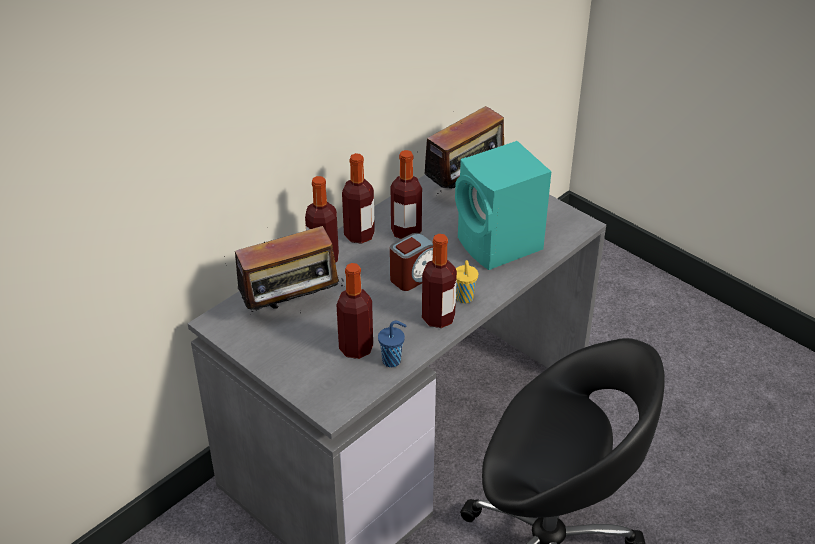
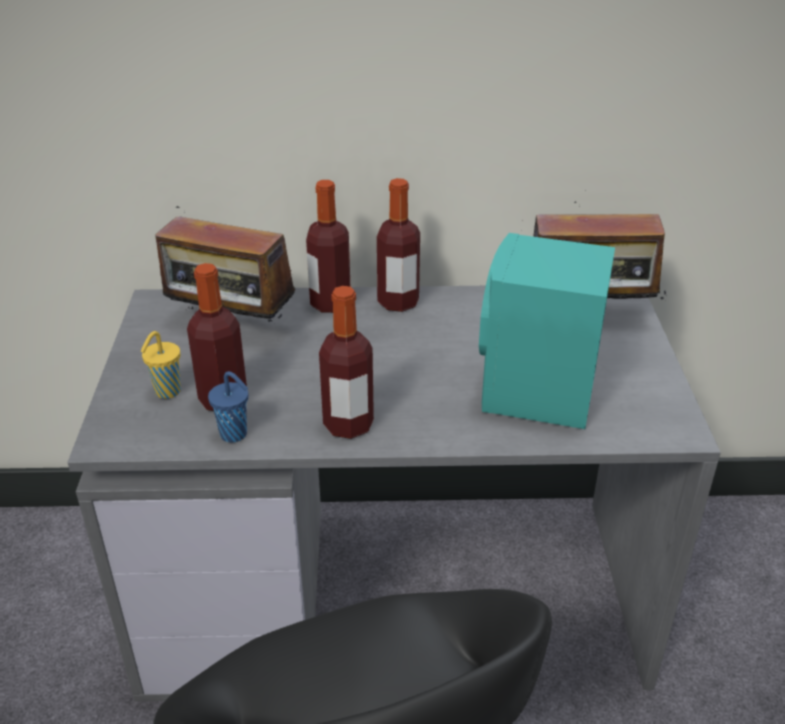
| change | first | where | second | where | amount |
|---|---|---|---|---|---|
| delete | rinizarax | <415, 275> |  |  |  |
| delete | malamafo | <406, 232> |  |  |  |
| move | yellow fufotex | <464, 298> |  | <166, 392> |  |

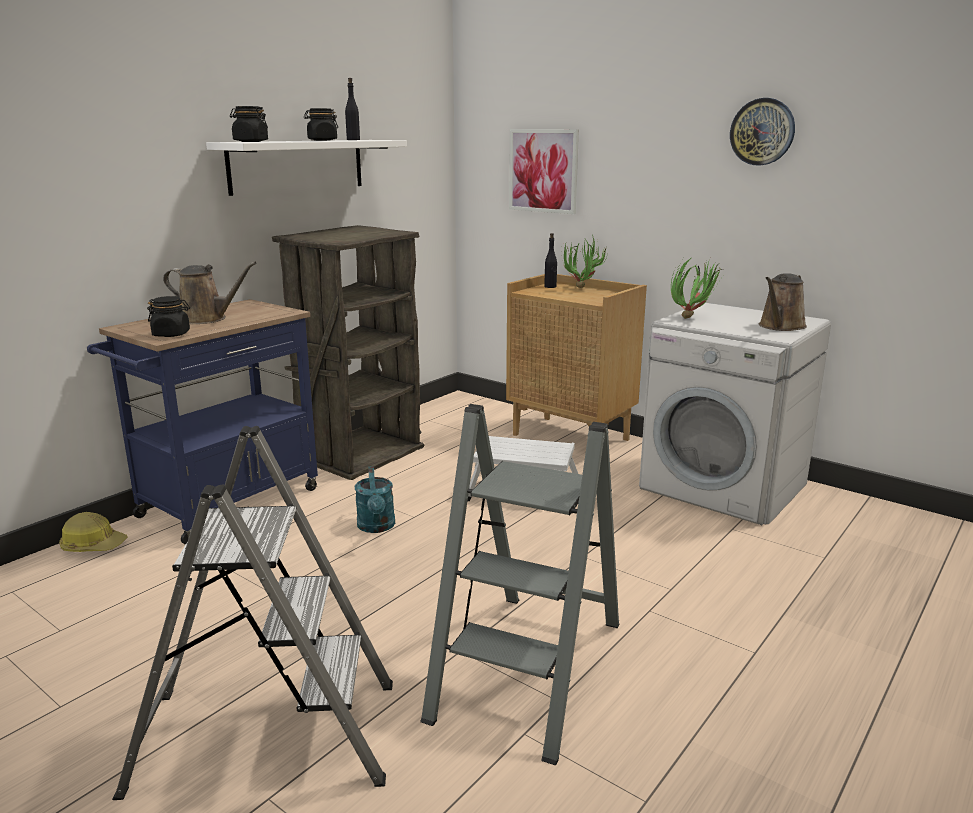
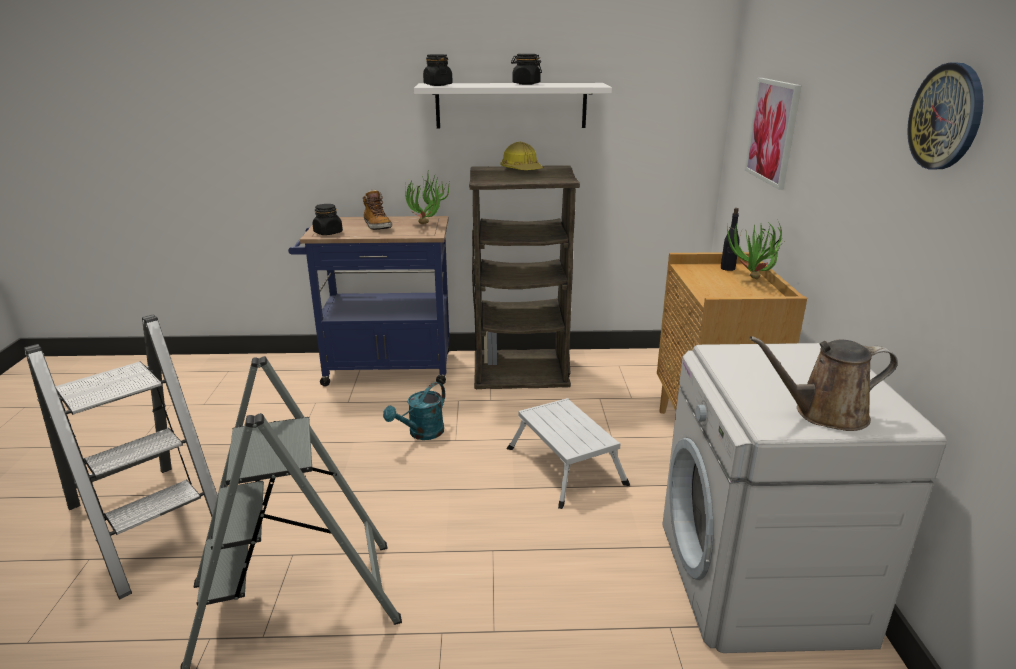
| change | first | where | second | where | amount |
|---|---|---|---|---|---|
| move | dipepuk | <93, 545> |  | <521, 170> |  |
| replace | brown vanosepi | <206, 319> | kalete | <377, 226> |  |
| delete | black malamafo | <353, 140> |  |  |  |
| move | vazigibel | <693, 318> |  | <428, 225> |  |

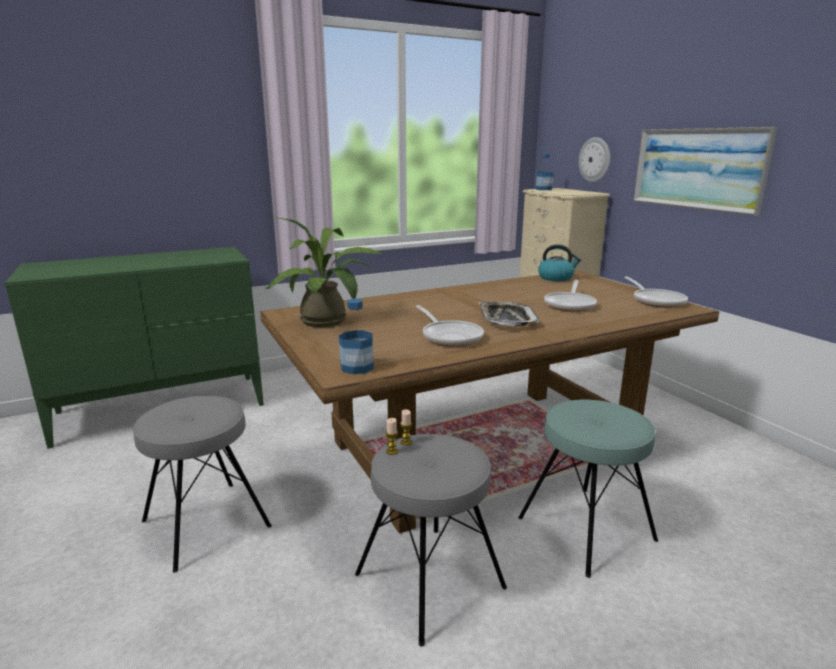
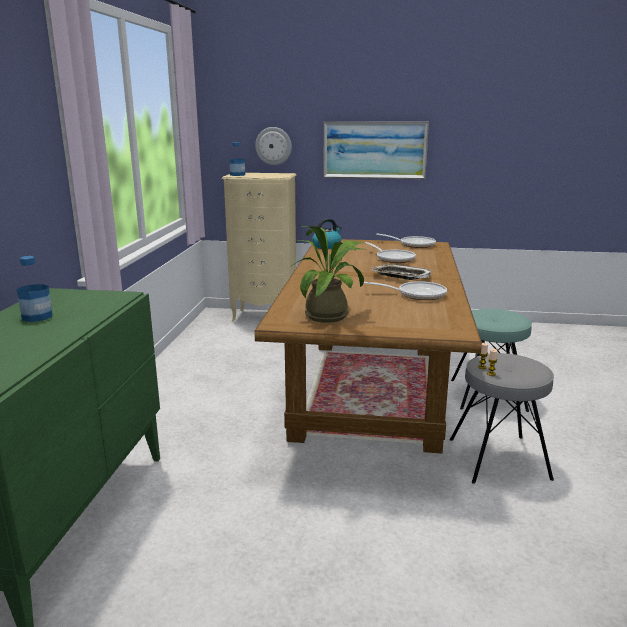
| change | first | where | second | where | amount |
|---|---|---|---|---|---|
| delete | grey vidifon | <206, 523> |  |  |  |
| move | malamafo | <357, 367> |  | <37, 316> |  |

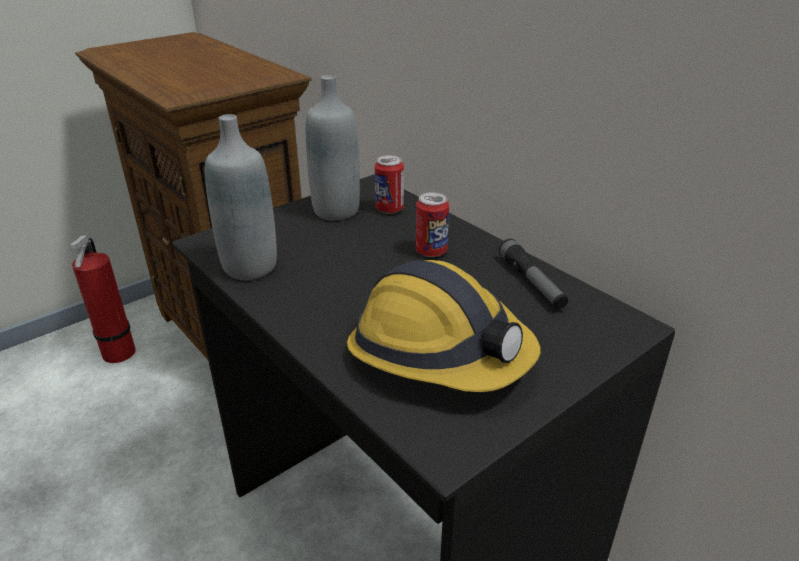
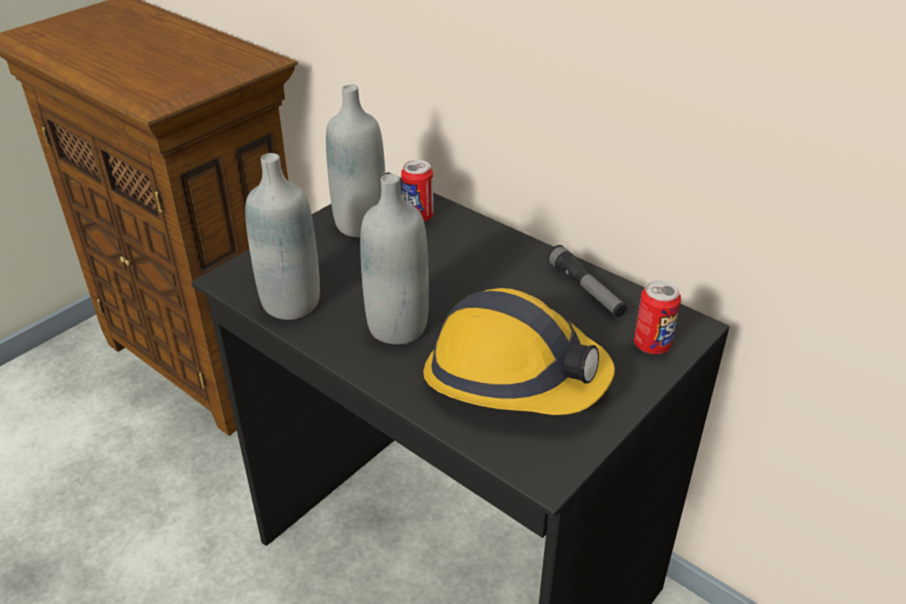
| change | first | where | second | where | amount |
|---|---|---|---|---|---|
| delete | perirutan | <118, 355> |  |  |  |
| move | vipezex | <431, 251> |  | <652, 345> |  |
| insert |  |  | grey malamafo | <397, 327> |  |

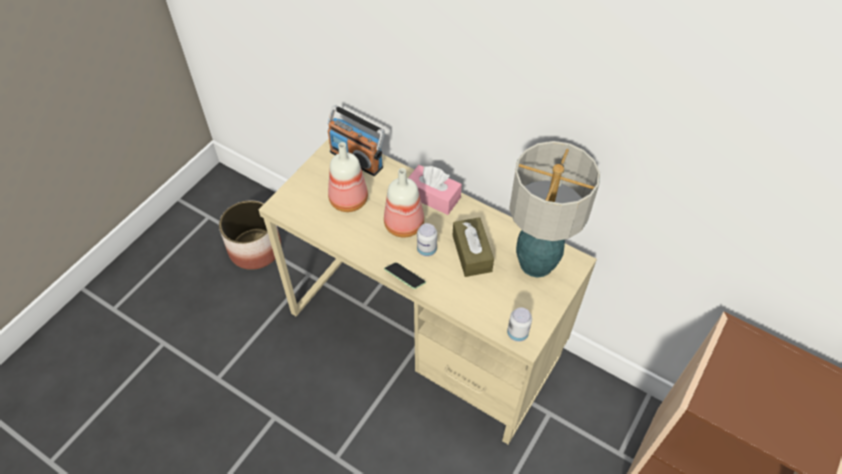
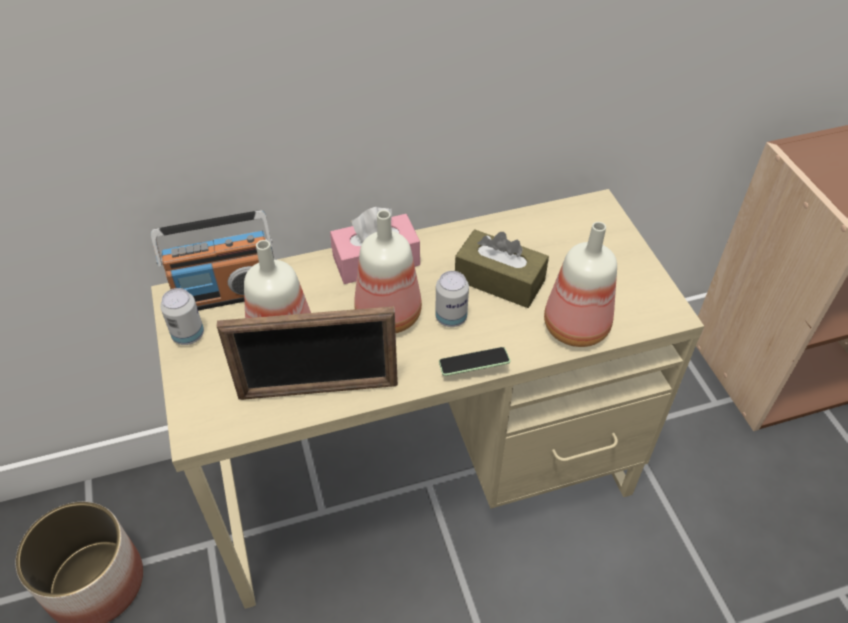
| change | first | where | second | where | amount |
|---|---|---|---|---|---|
| move | vipezex | <517, 333> |  | <188, 335> |  |
| delete | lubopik | <535, 262> |  |  |  |
| insert |  |  | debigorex | <318, 390> |  |
| insert |  |  | malamafo | <575, 328> |  |

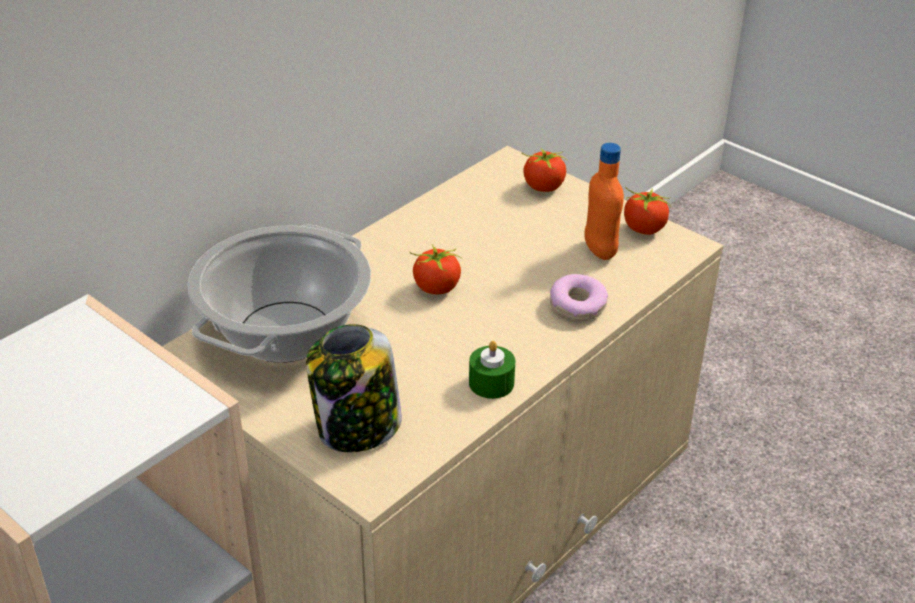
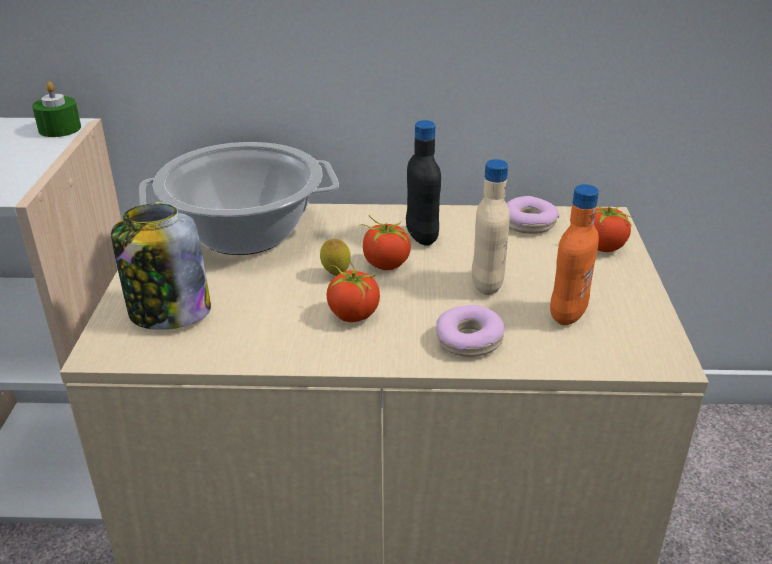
| change | first | where | second | where | amount |
|---|---|---|---|---|---|
| move | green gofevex | <491, 383> |  | <60, 129> |  |
| move | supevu | <643, 229> |  | <353, 315> |  |
| insert |  |  | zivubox | <336, 275> |  |
| insert |  |  | black malamafo | <422, 237> |  |
| insert |  |  | beige malamafo | <487, 284> |  |
| insert |  |  | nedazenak | <529, 223> |  |

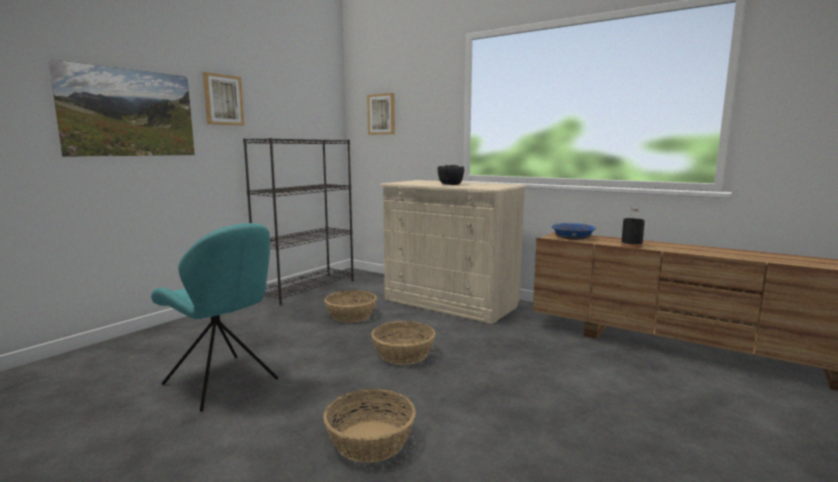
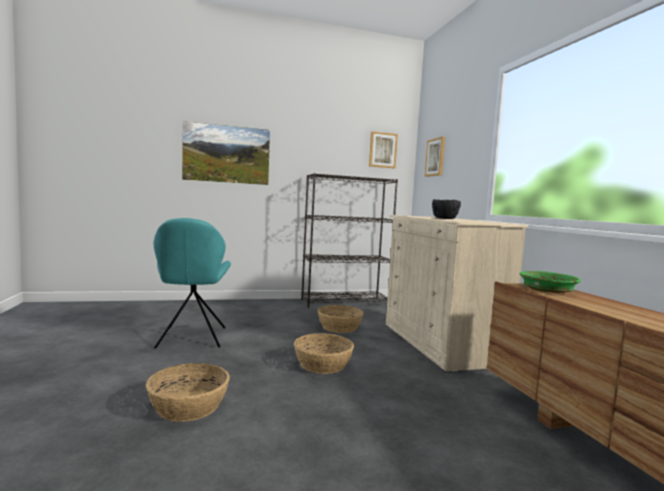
| change | first | where | second | where | amount |
|---|---|---|---|---|---|
| move | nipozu | <223, 100> |  | <382, 150> |  |
| recolor | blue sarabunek | <572, 238> | green sarabunek | <547, 290> |  |
| delete | black malamafo | <631, 246> |  |  |  |

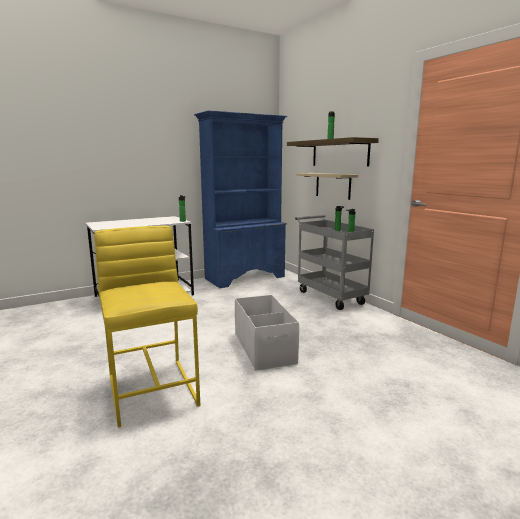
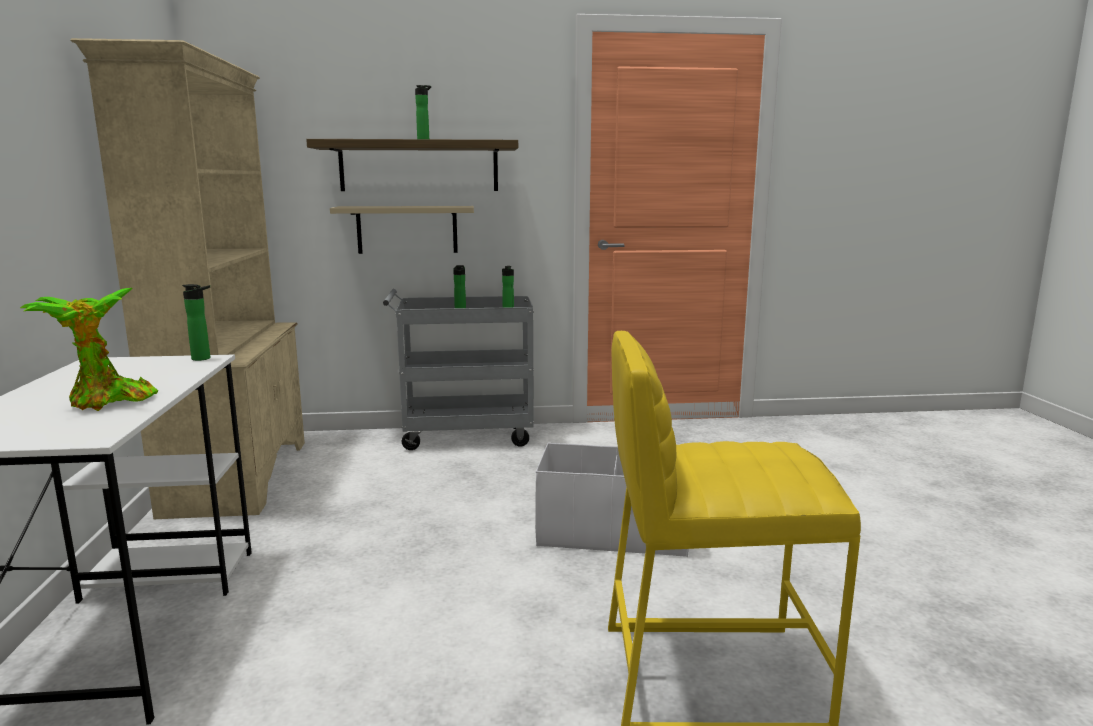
| change | first | where | second | where | amount |
|---|---|---|---|---|---|
| recolor | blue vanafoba | <245, 277> | beige vanafoba | <237, 476> |  |
| insert |  |  | vazigibel | <107, 402> |  |

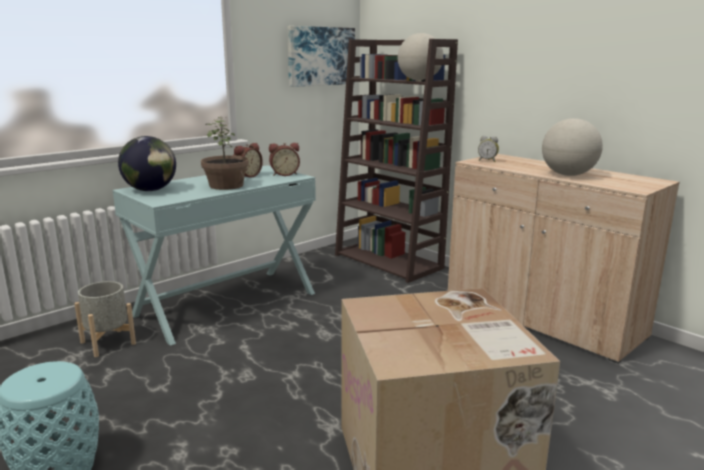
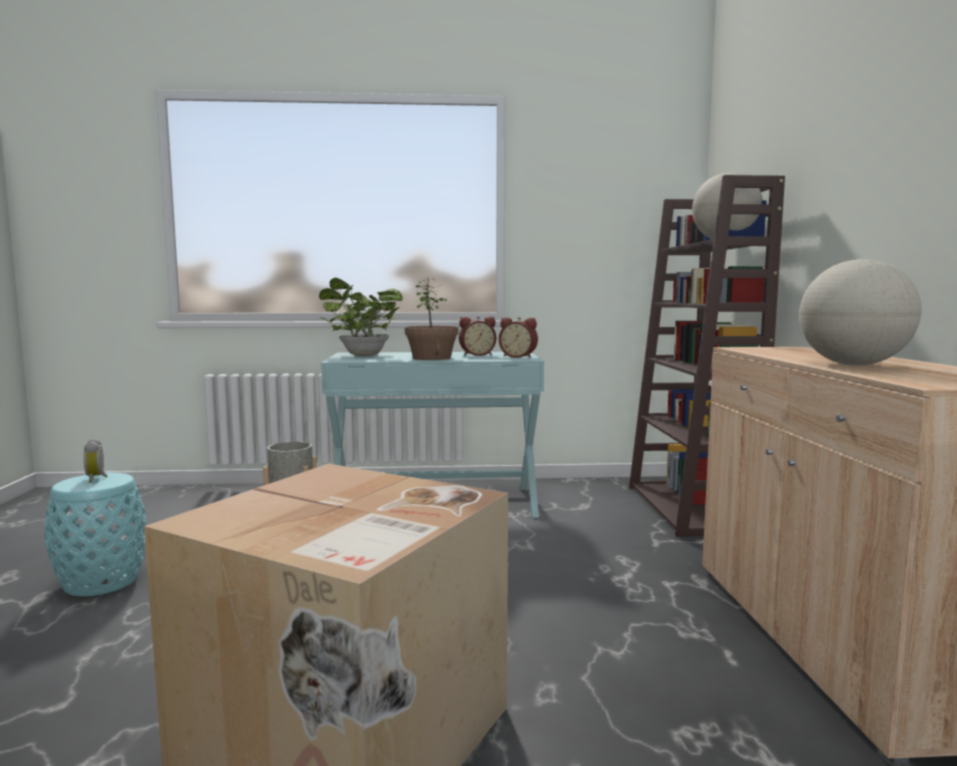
| change | first | where | second | where | amount |
|---|---|---|---|---|---|
| replace | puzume | <150, 190> | vazigibel | <360, 355> |  |
| delete | nipozu | <320, 56> |  |  |  |
| move | rinizarax | <487, 161> |  | <97, 478> |  |

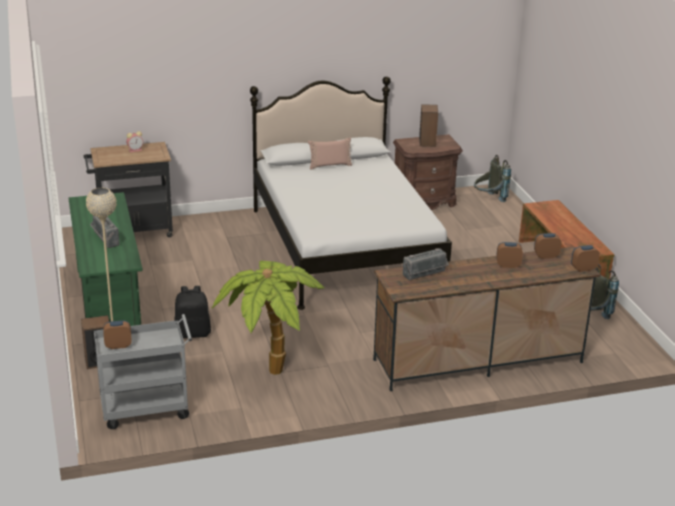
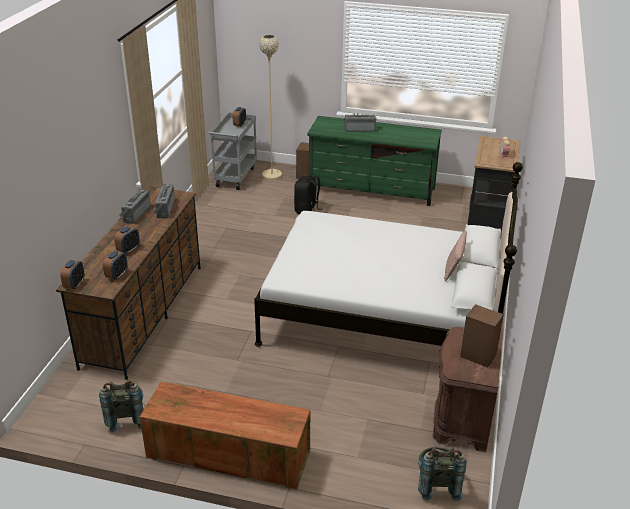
| change | first | where | second | where | amount |
|---|---|---|---|---|---|
| delete | vazigibel | <268, 370> |  |  |  |
| insert |  |  | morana | <135, 213> |  |

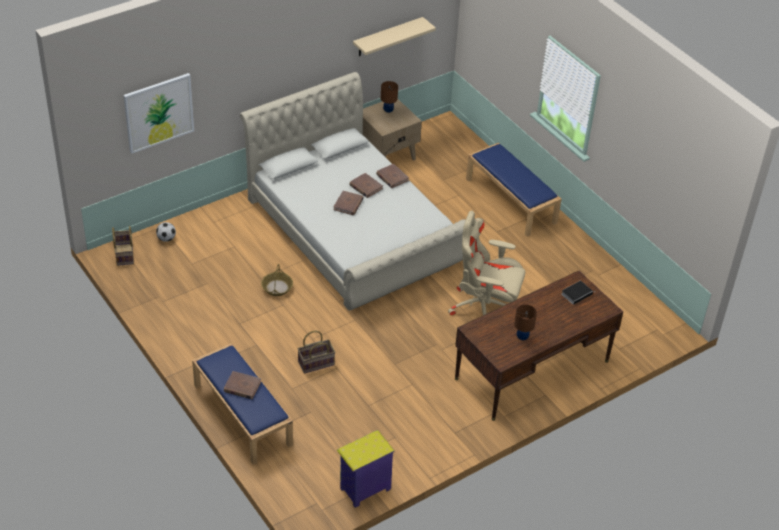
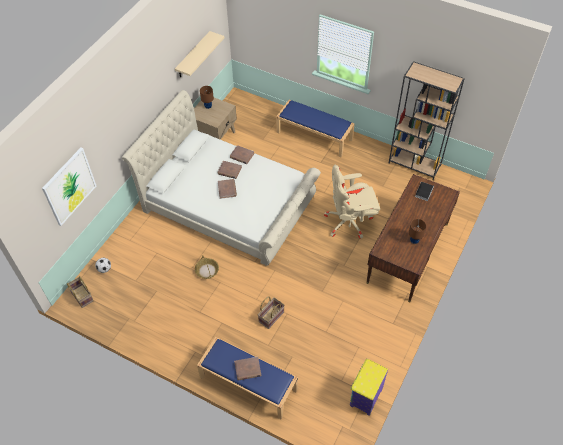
| change | first | where | second | where | amount |
|---|---|---|---|---|---|
| insert |  |  | vanafoba | <415, 164> |  |

